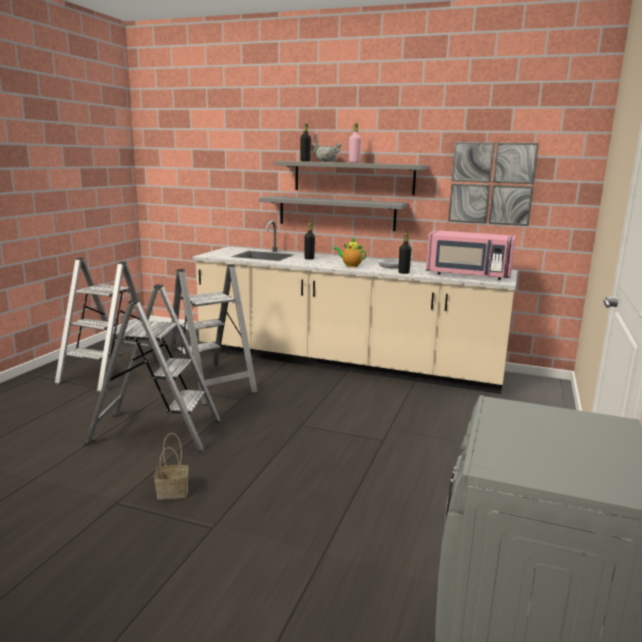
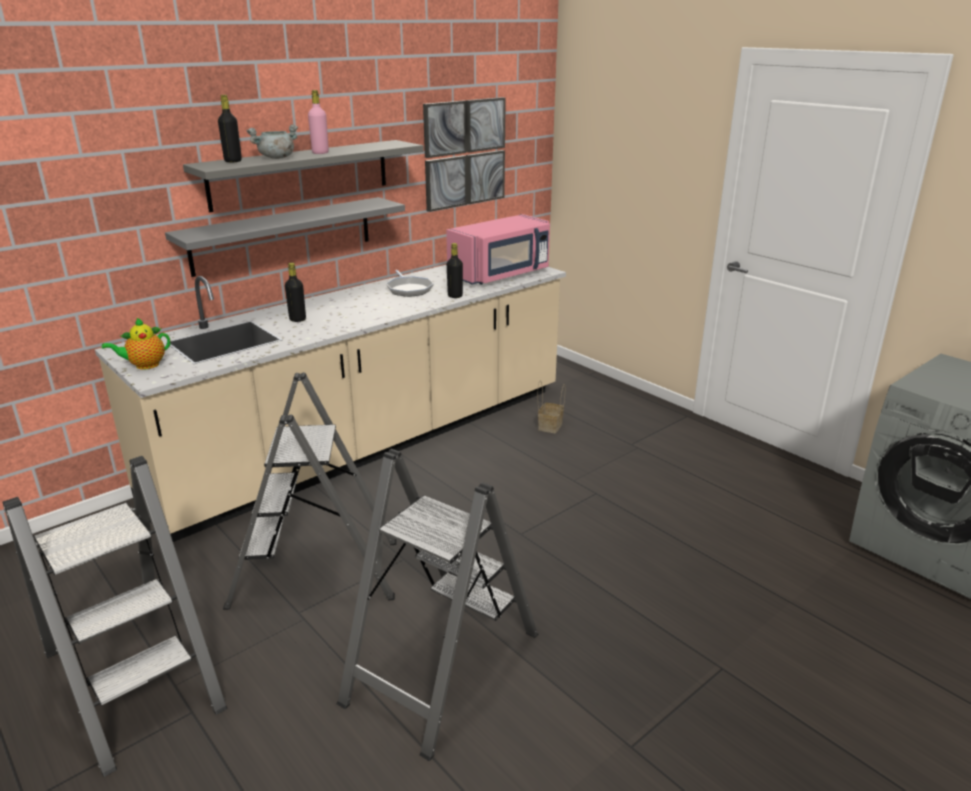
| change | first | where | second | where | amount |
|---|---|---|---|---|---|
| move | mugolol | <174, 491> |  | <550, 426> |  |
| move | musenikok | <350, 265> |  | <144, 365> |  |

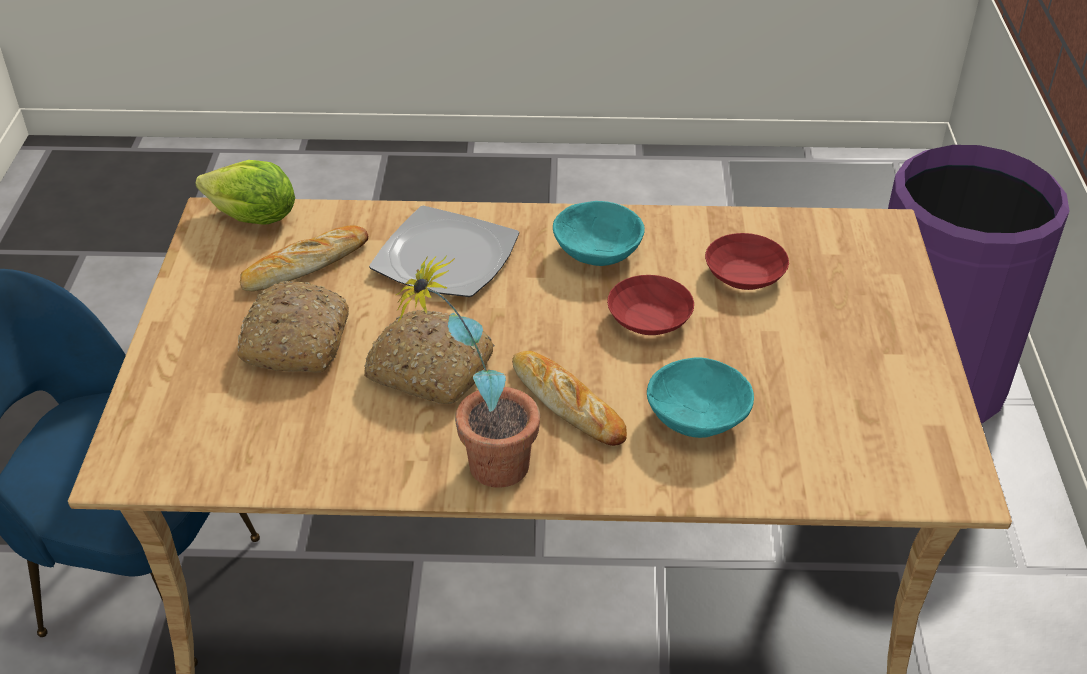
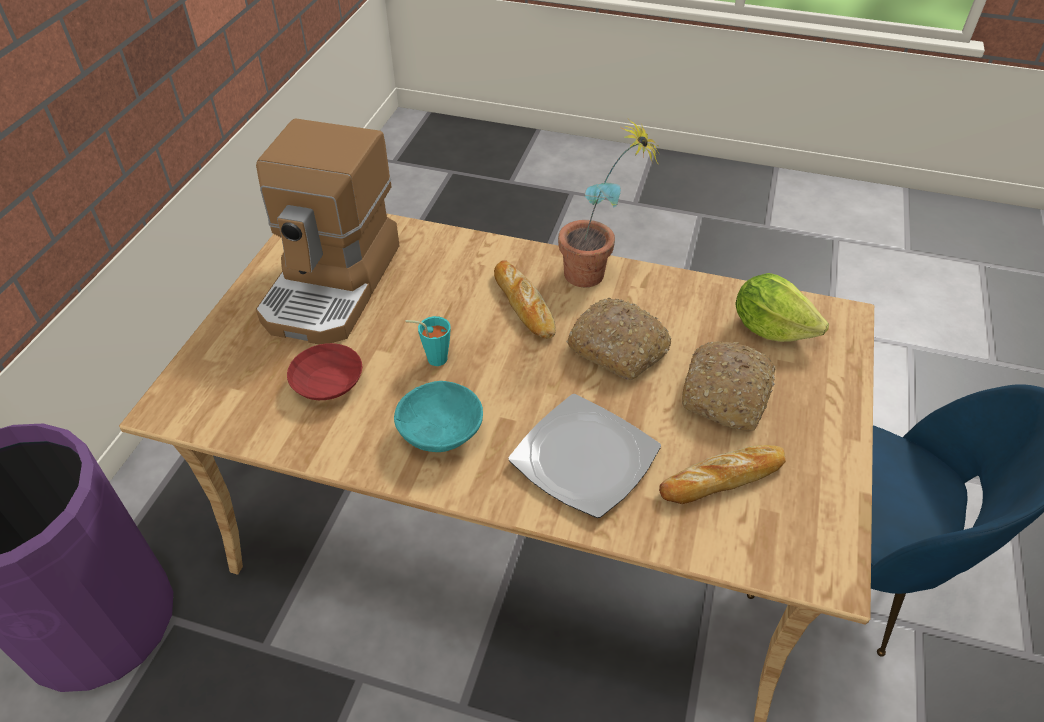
| change | first | where | second | where | amount |
|---|---|---|---|---|---|
| move | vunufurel | <254, 218> |  | <770, 328> |  |
| replace | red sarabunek | <647, 318> | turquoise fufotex | <432, 358> |  |
| delete | turquoise sarabunek | <699, 420> |  |  |  |
| insert |  |  | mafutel | <333, 285> |  |

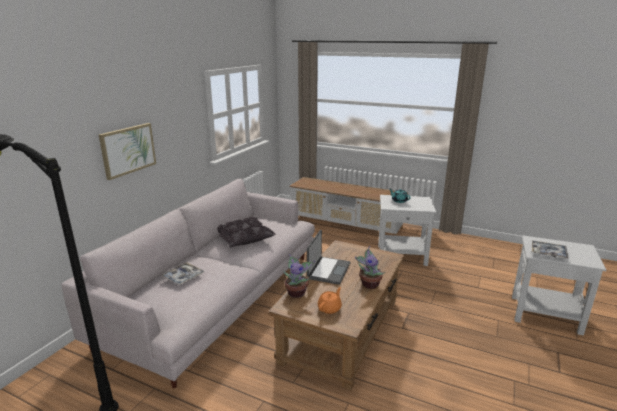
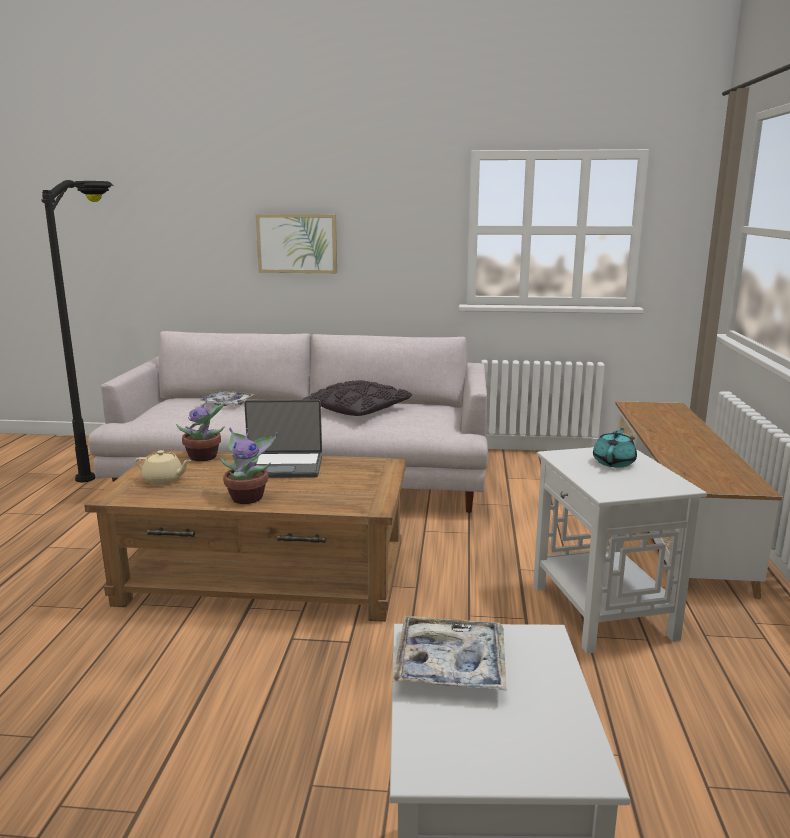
| change | first | where | second | where | amount |
|---|---|---|---|---|---|
| recolor | orange musenikok | <330, 308> | beige musenikok | <164, 480> |  |

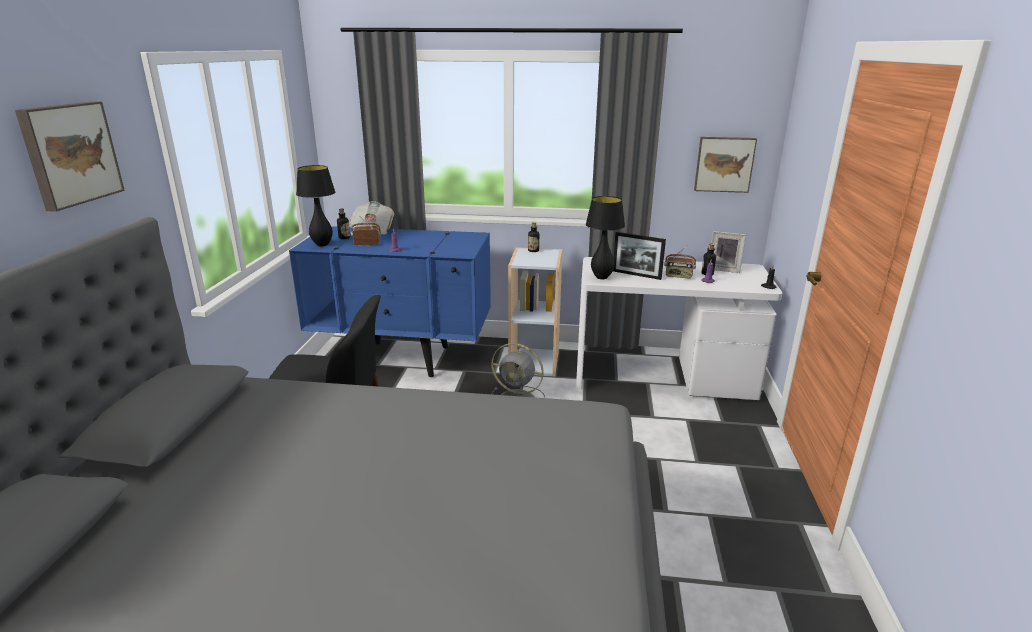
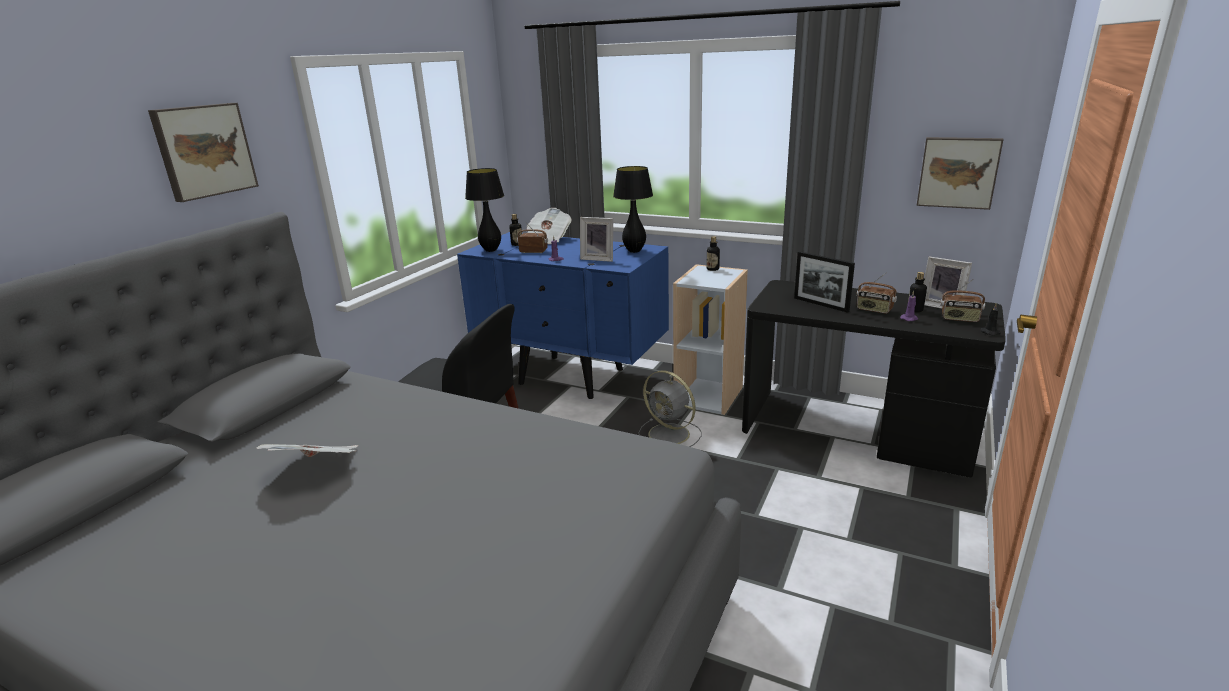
| change | first | where | second | where | amount |
|---|---|---|---|---|---|
| recolor | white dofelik | <664, 376> | black dofelik | <857, 432> |  |
| move | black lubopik | <602, 277> |  | <634, 251> |  |
| insert |  |  | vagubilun | <318, 468> |  |
| insert |  |  | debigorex | <598, 258> |  |
| insert |  |  | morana | <959, 319> |  |

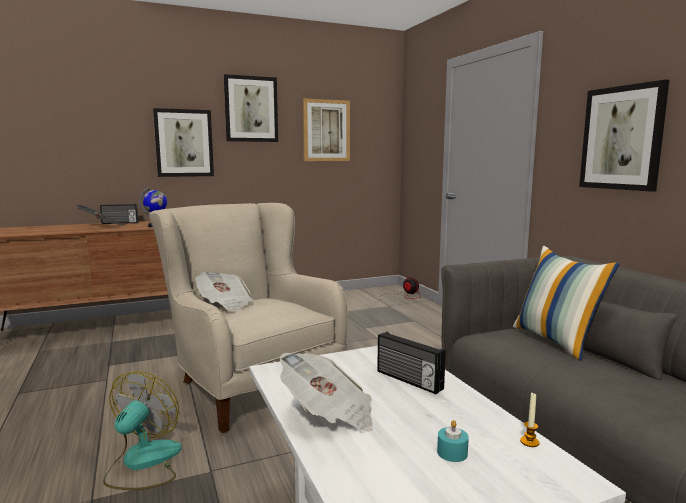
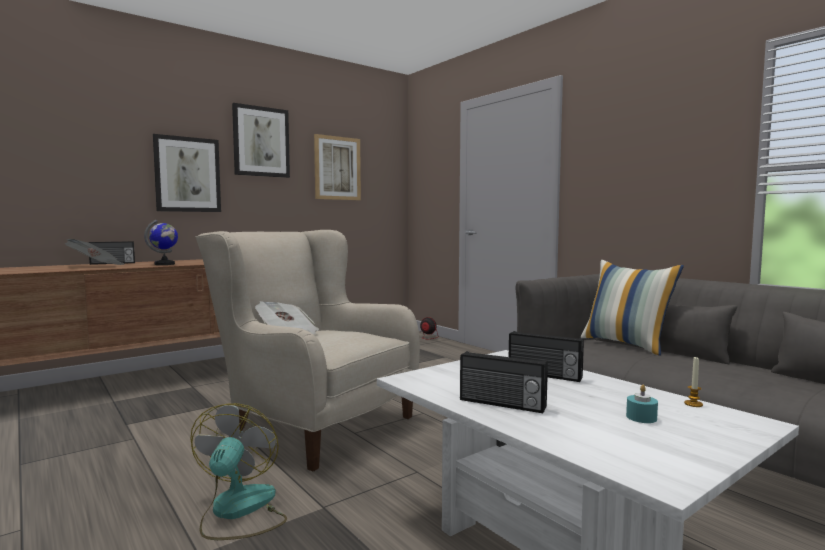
| change | first | where | second | where | amount |
|---|---|---|---|---|---|
| replace | vagubilun | <329, 414> | morana | <501, 404> |  |
| delete | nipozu | <622, 138> |  |  |  |

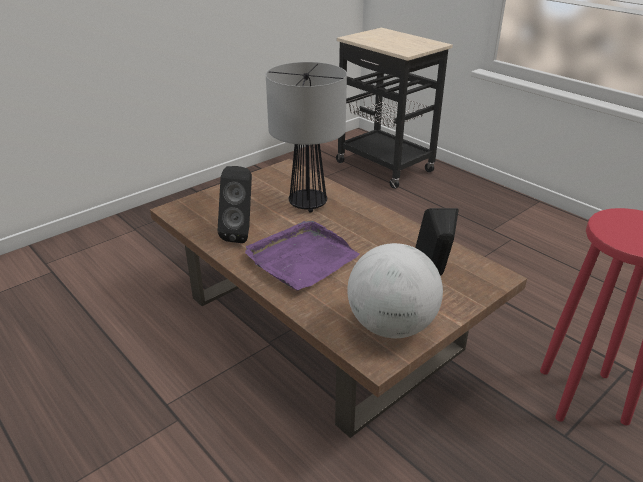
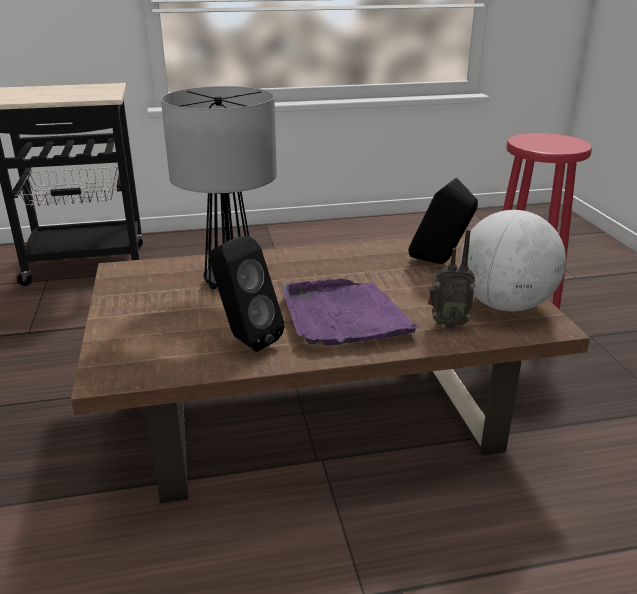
| change | first | where | second | where | amount |
|---|---|---|---|---|---|
| insert |  |  | morana | <447, 323> |  |

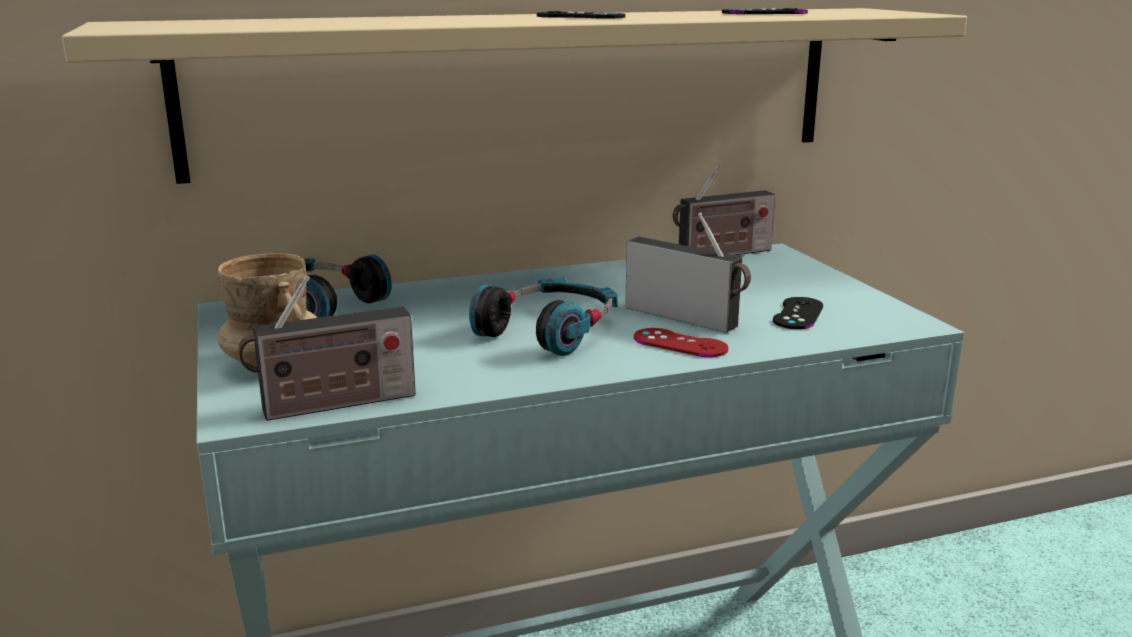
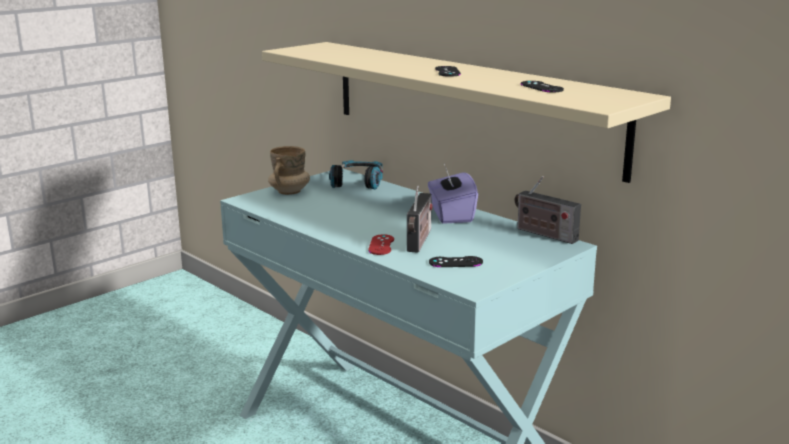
| change | first | where | second | where | amount |
|---|---|---|---|---|---|
| delete | morana | <332, 405> |  |  |  |
| delete | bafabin | <549, 330> |  |  |  |
| insert |  |  | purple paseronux | <451, 215> |  |

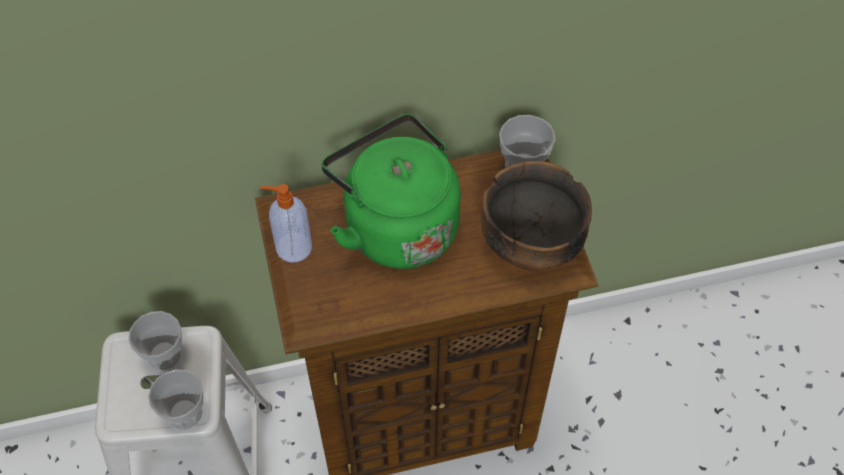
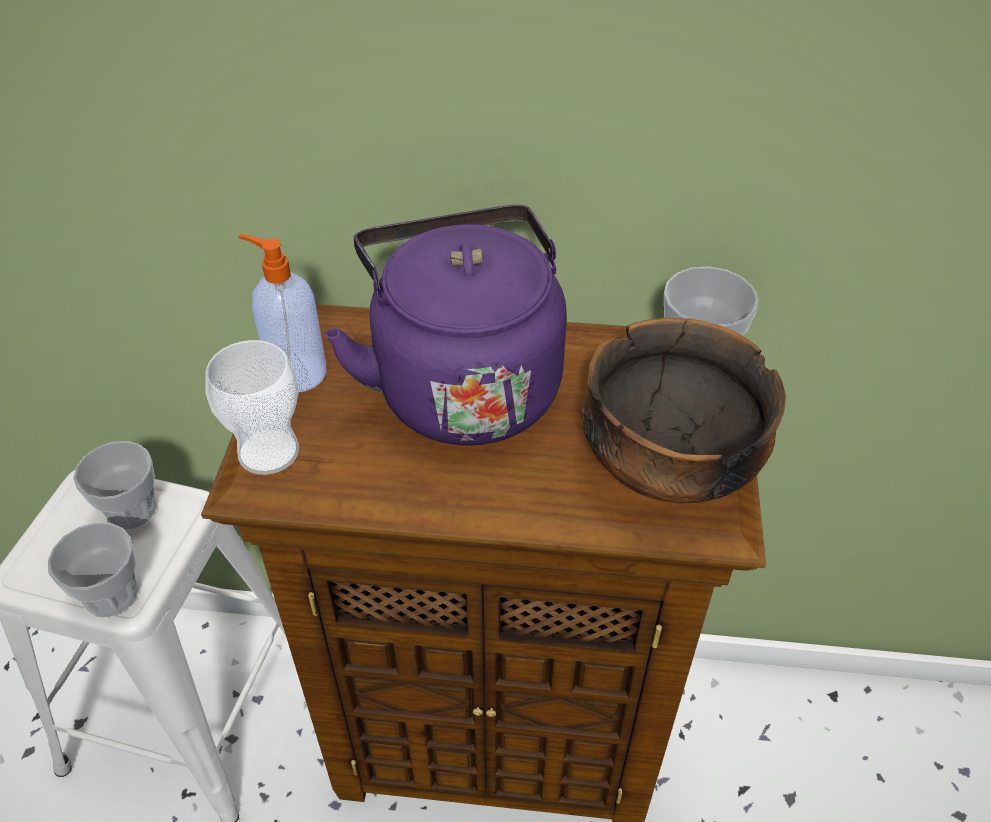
| change | first | where | second | where | amount |
|---|---|---|---|---|---|
| recolor | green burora | <396, 225> | purple burora | <463, 384> |  |
| insert |  |  | fufotex | <268, 452> |  |

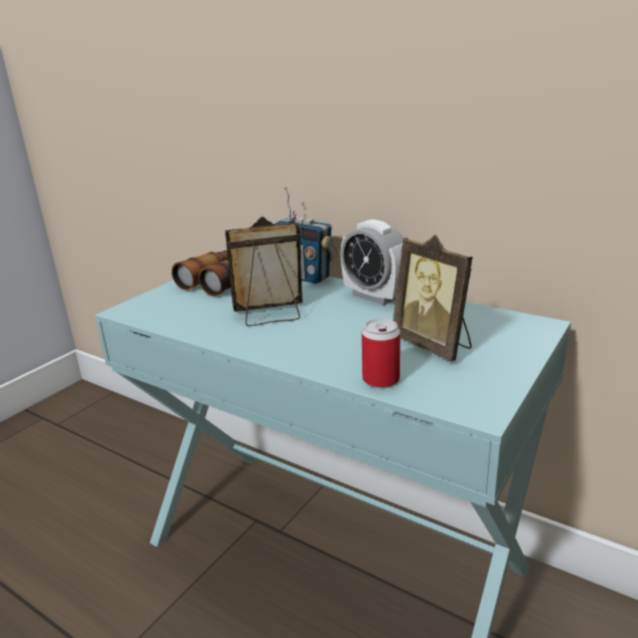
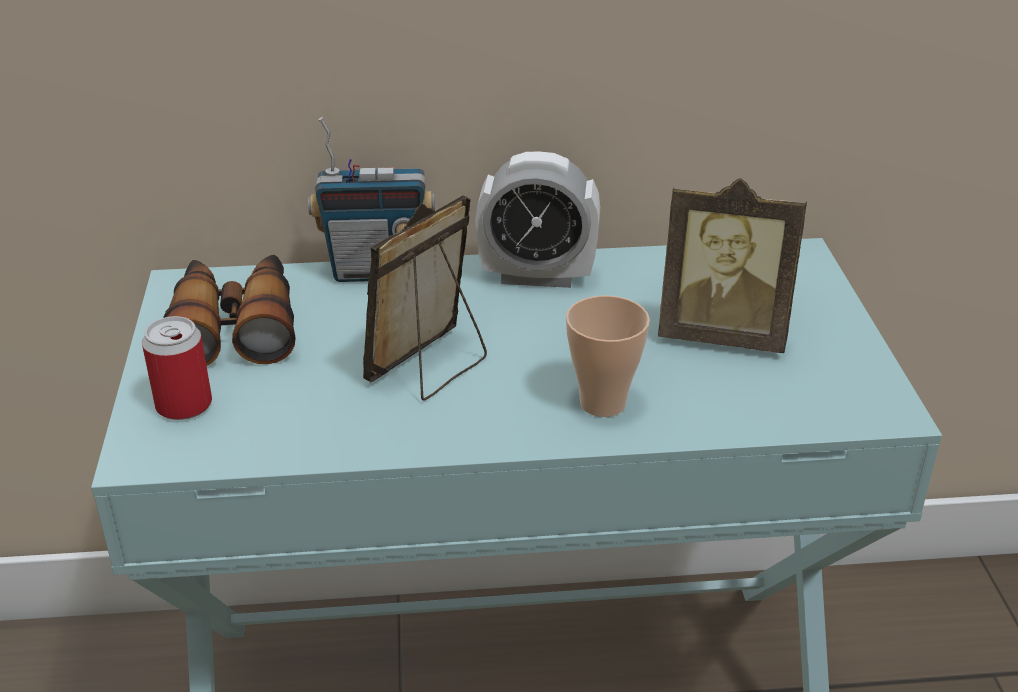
| change | first | where | second | where | amount |
|---|---|---|---|---|---|
| move | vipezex | <381, 379> |  | <184, 405> |  |
| insert |  |  | fufotex | <603, 403> |  |

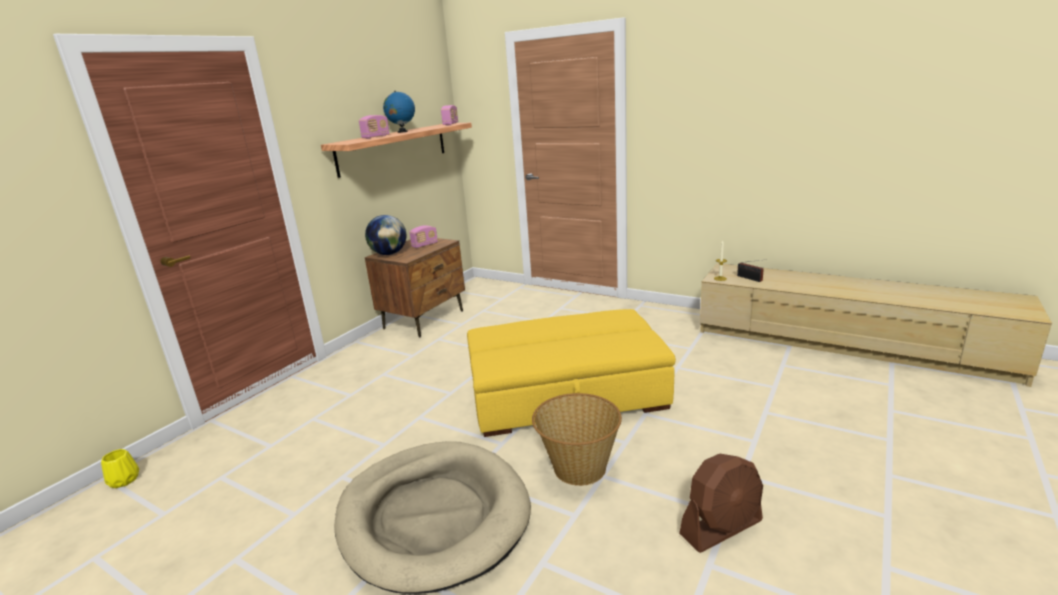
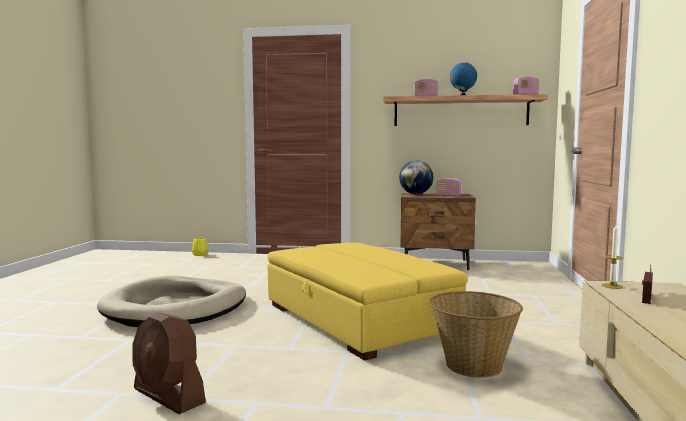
| change | first | where | second | where | amount |
|---|---|---|---|---|---|
| move | mugolol | <578, 468> |  | <472, 365> |  |

